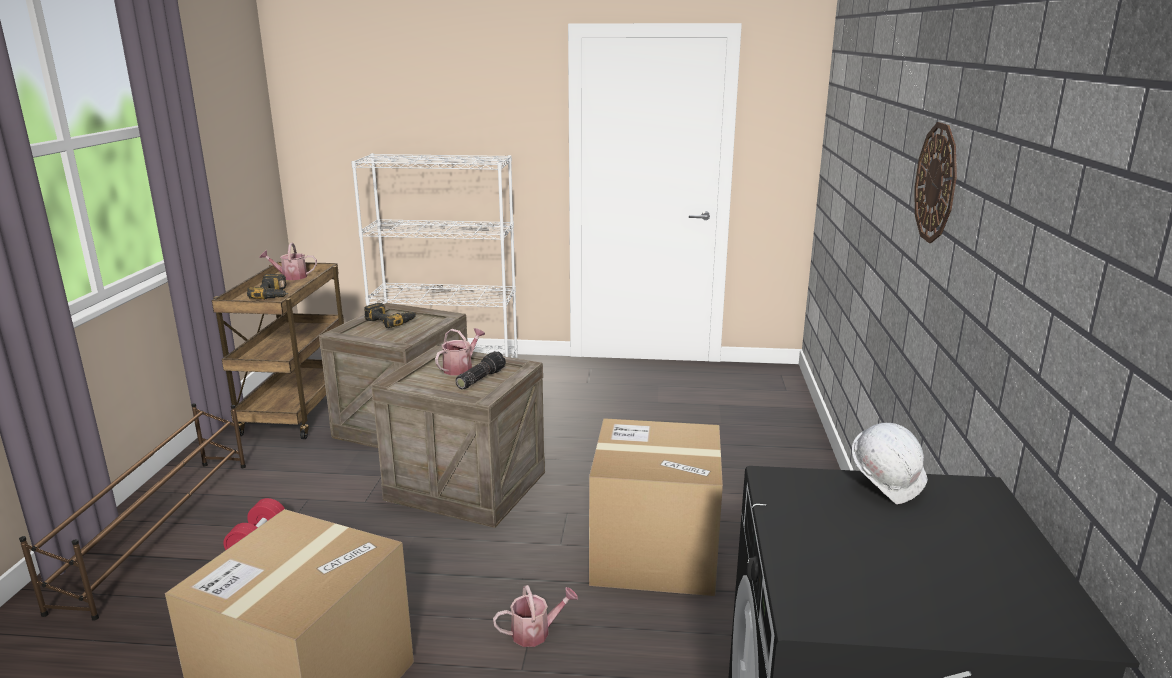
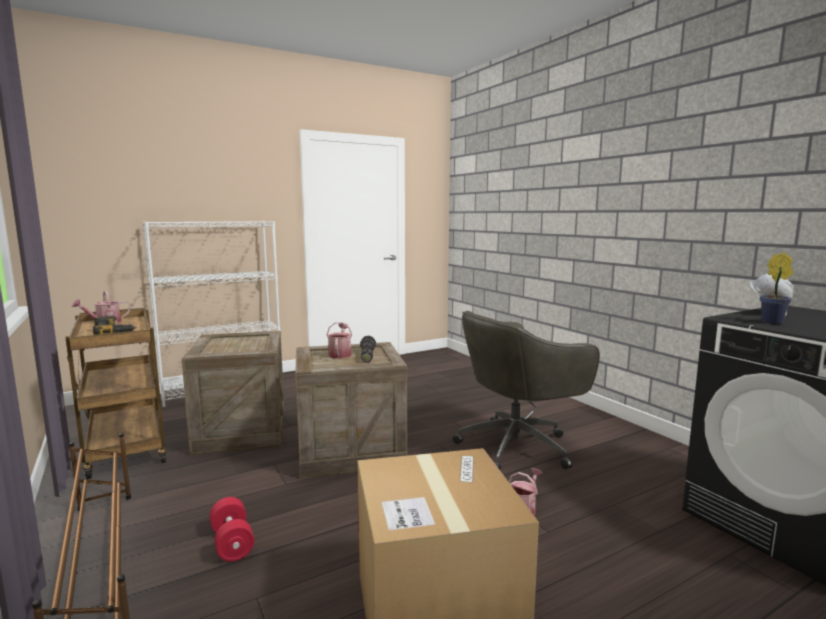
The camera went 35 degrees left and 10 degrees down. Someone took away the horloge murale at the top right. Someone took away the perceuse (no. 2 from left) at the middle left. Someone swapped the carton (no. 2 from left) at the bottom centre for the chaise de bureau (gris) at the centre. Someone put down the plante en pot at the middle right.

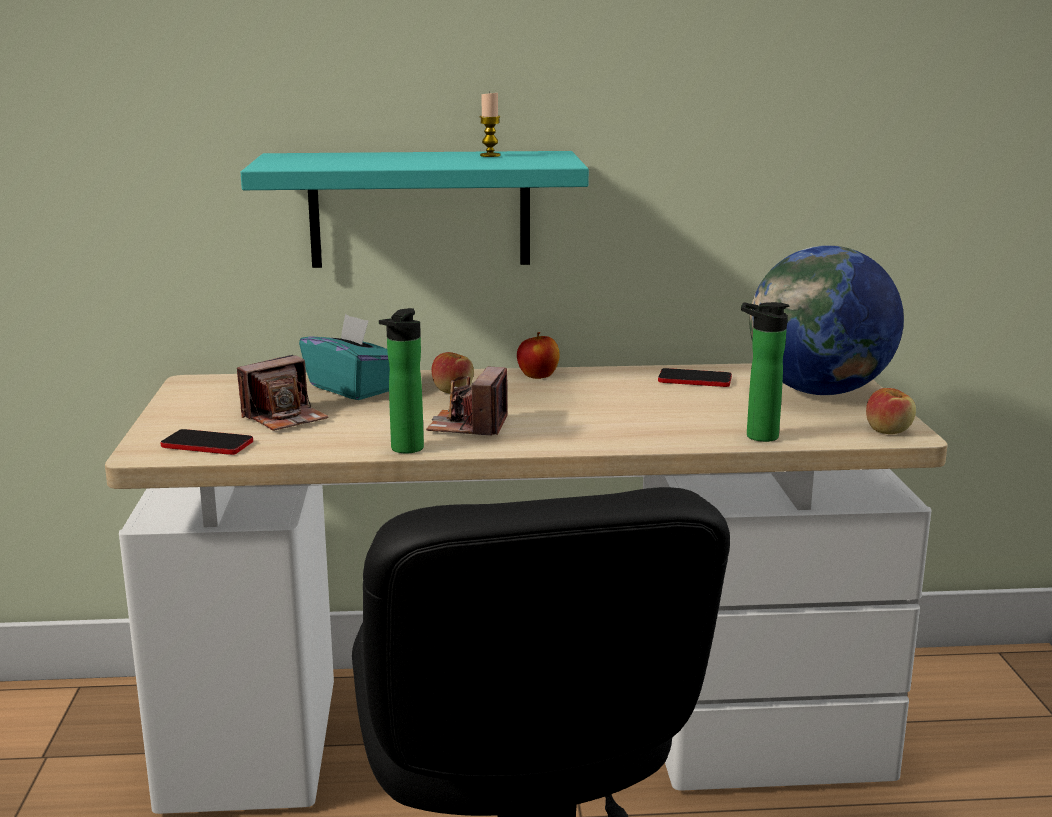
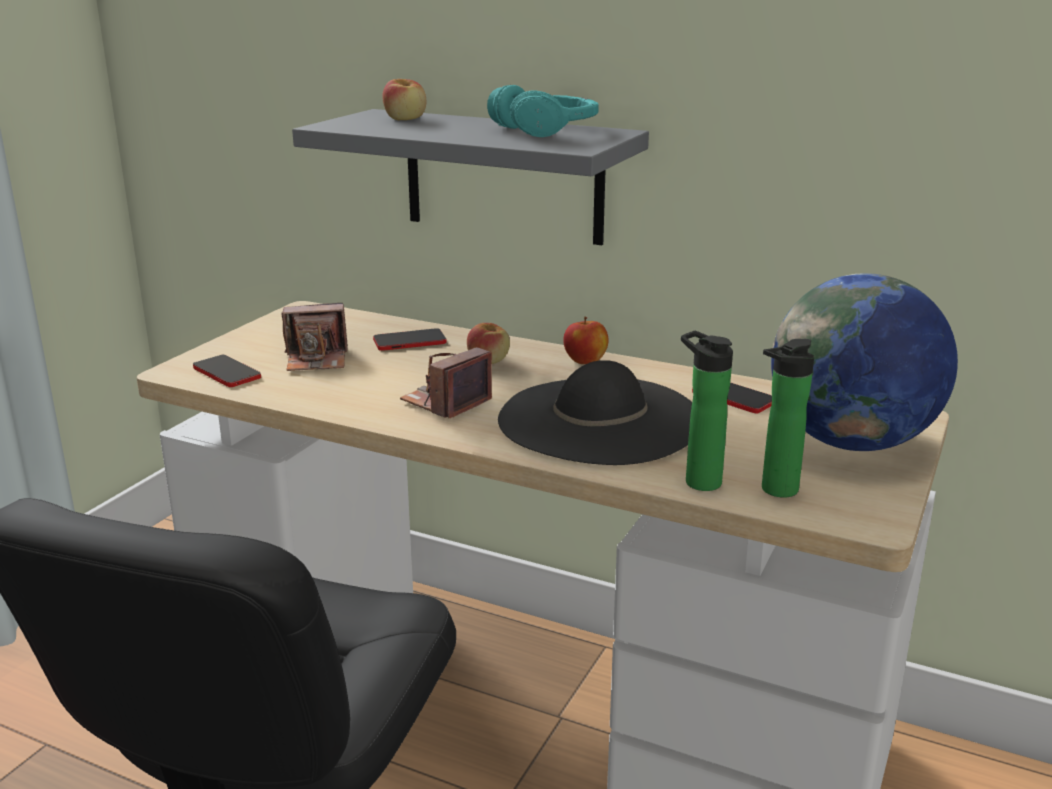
The camera went 30 degrees right and 5 degrees up. Someone swapped the bougie at the top centre for the casque audio (turquoise) at the top centre. Someone repainted the étagère (turquoise) at the top centre, which became the étagère (gris) at the top centre. Someone carried the bouteille (no. 1 from left in the first image) from the centre to the middle right. Someone swapped the boîte à mouchoirs (turquoise) at the middle left for the téléphone (no. 2 from left) at the centre. Someone carried the pomme (no. 3 from left in the first image) from the middle right to the top centre. Someone put down the chapeau (noir) at the centre.

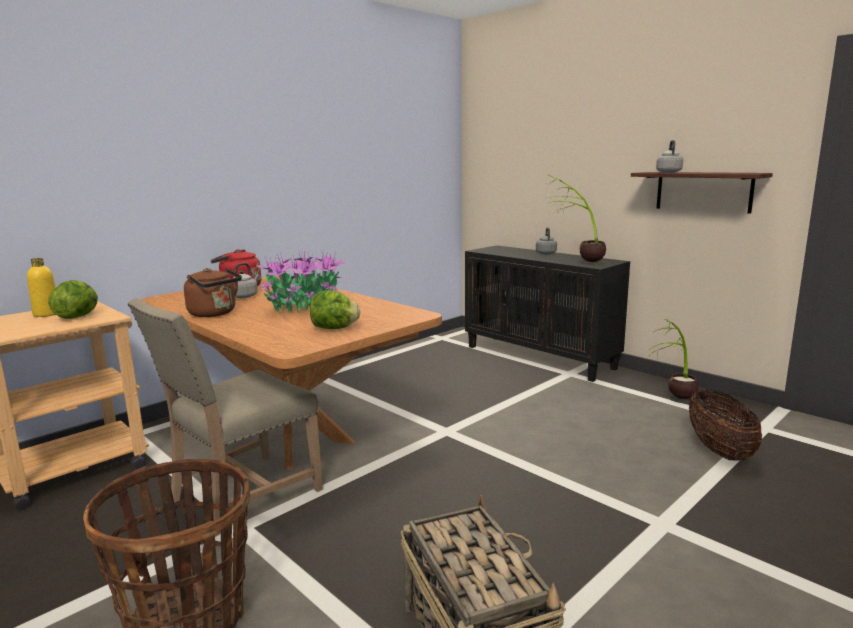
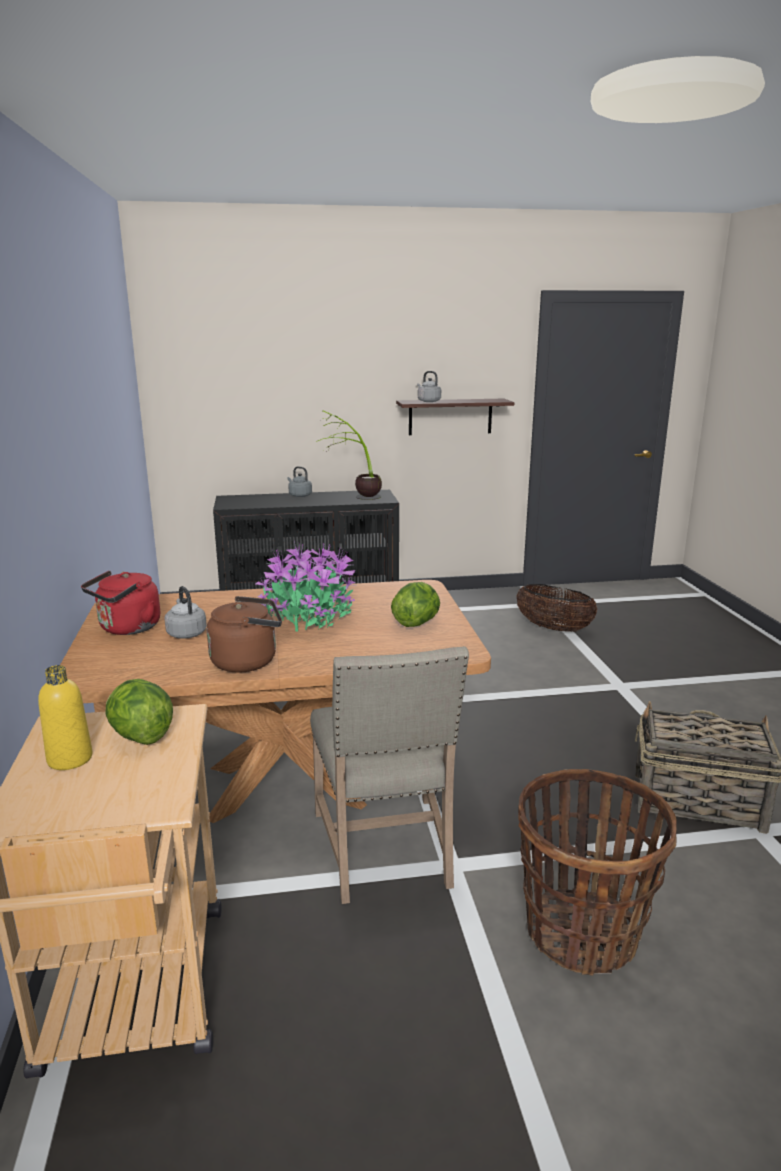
The camera went 55 degrees left and 5 degrees up. Someone took away the plante en pot (no. 3 from left) at the middle right.

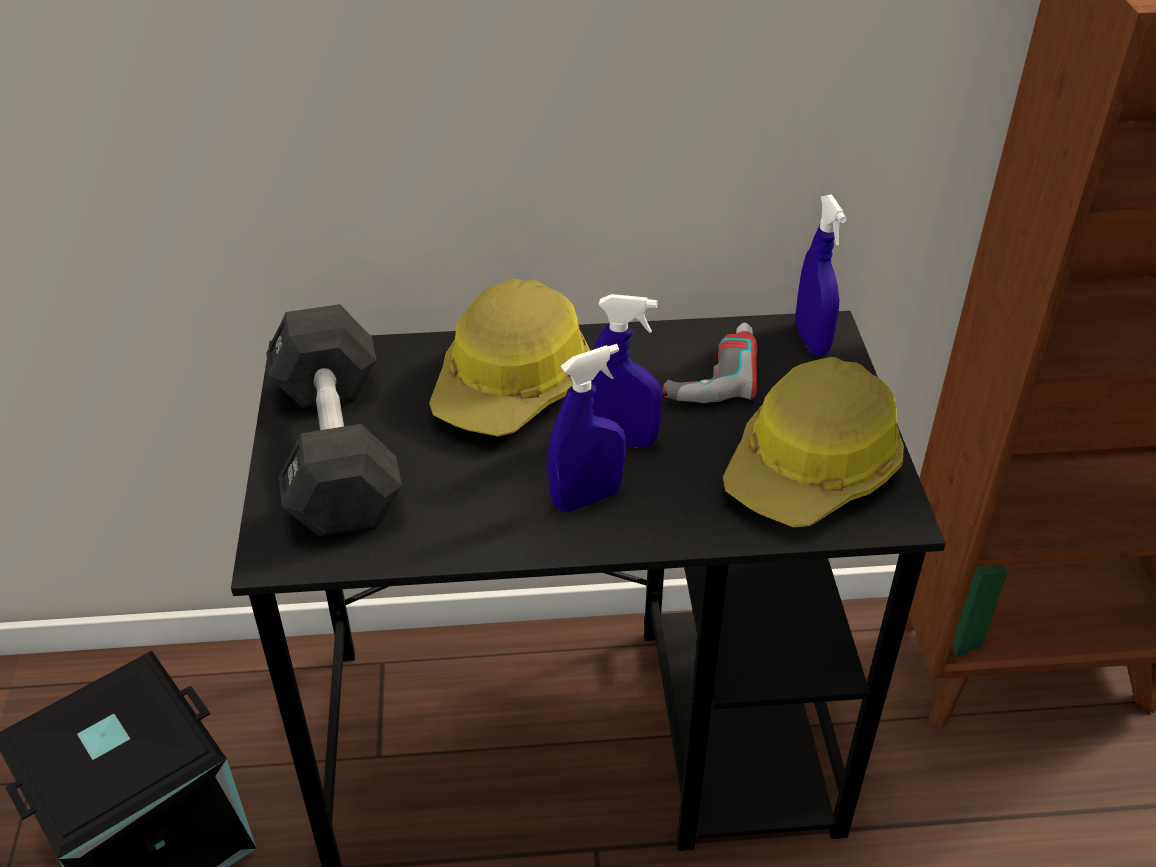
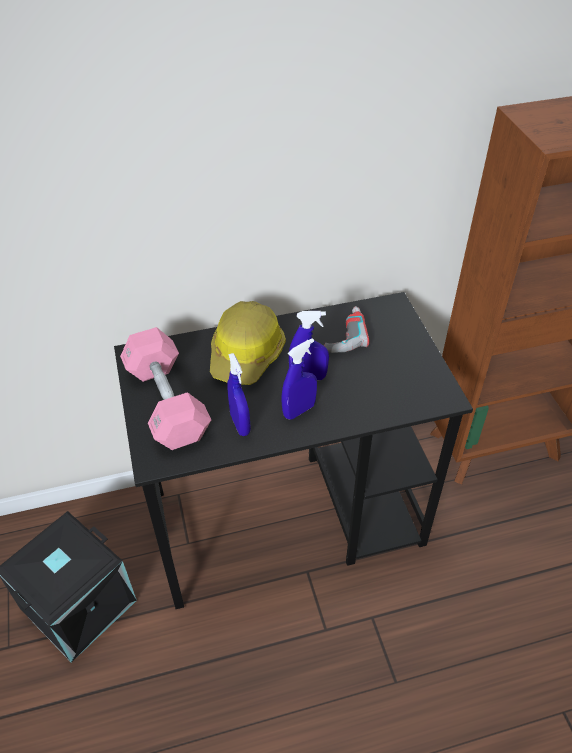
The camera went 10 degrees left and 5 degrees up. Someone carried the vaporisateur (bleu) (no. 3 from left in the first image) from the top right to the centre. Someone repainted the haltère (noir) at the middle left, which became the haltère (rose) at the middle left. Someone took away the casque de chantier (no. 2 from left) at the middle right.

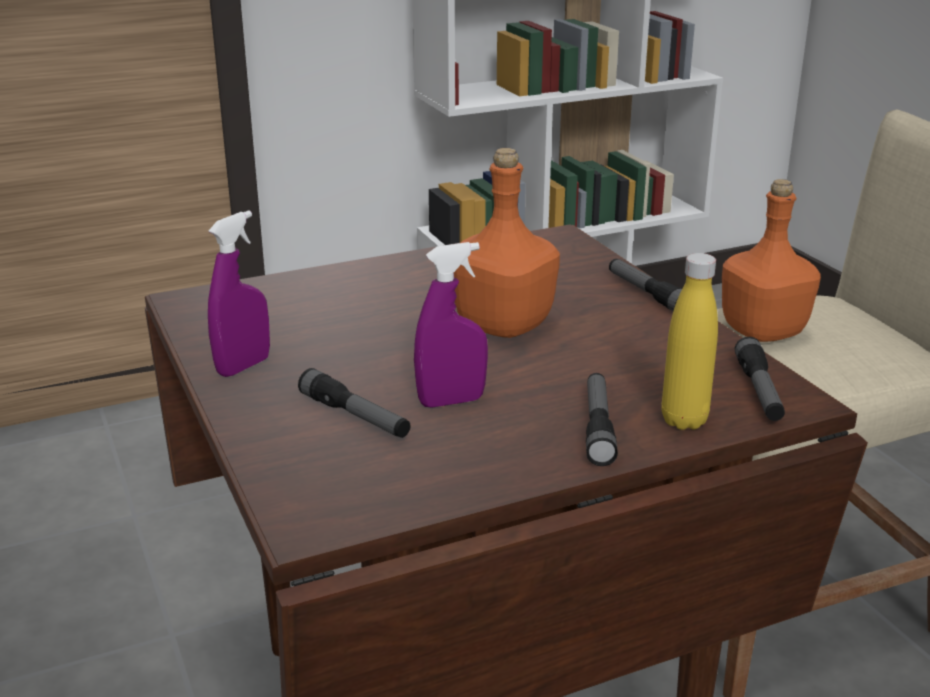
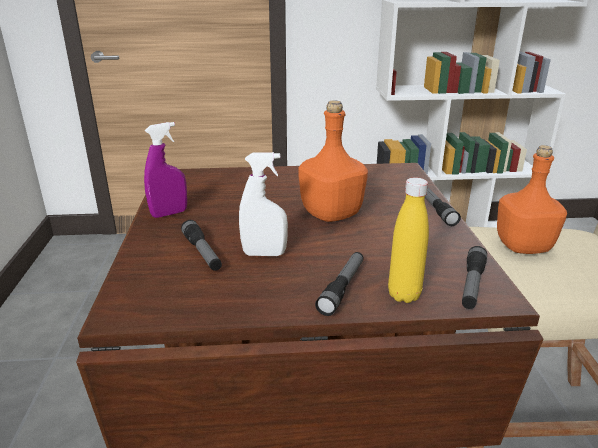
The camera went 20 degrees right and 0 degrees up. Someone repainted the vaporisateur (violet) (no. 2 from left) at the centre, which became the vaporisateur (blanc) at the centre.

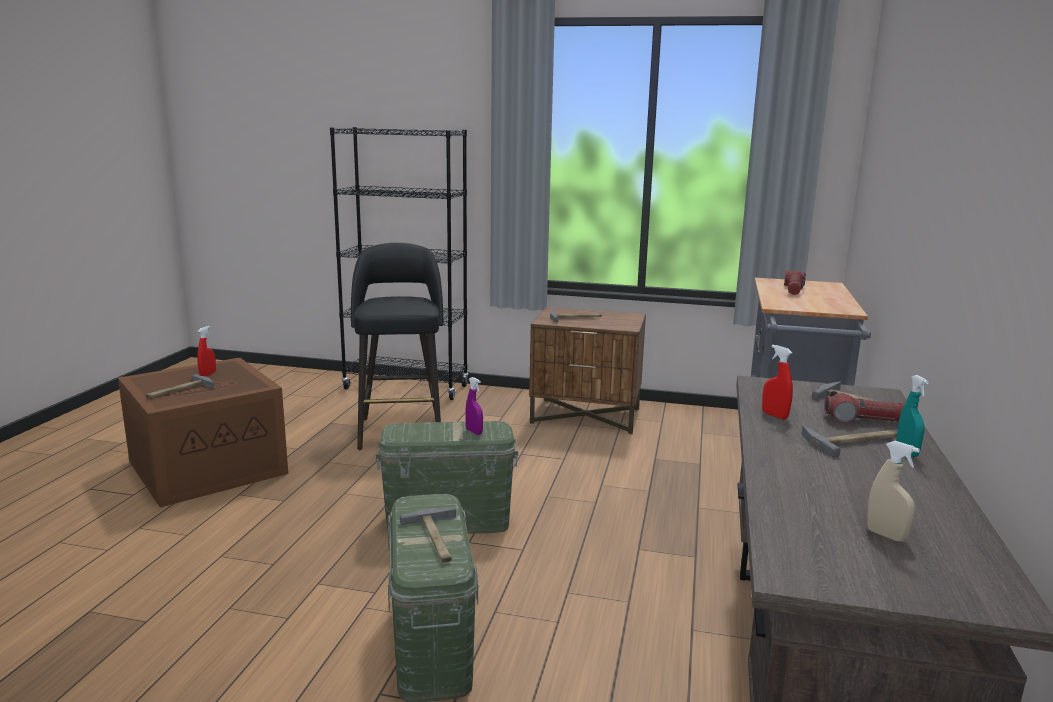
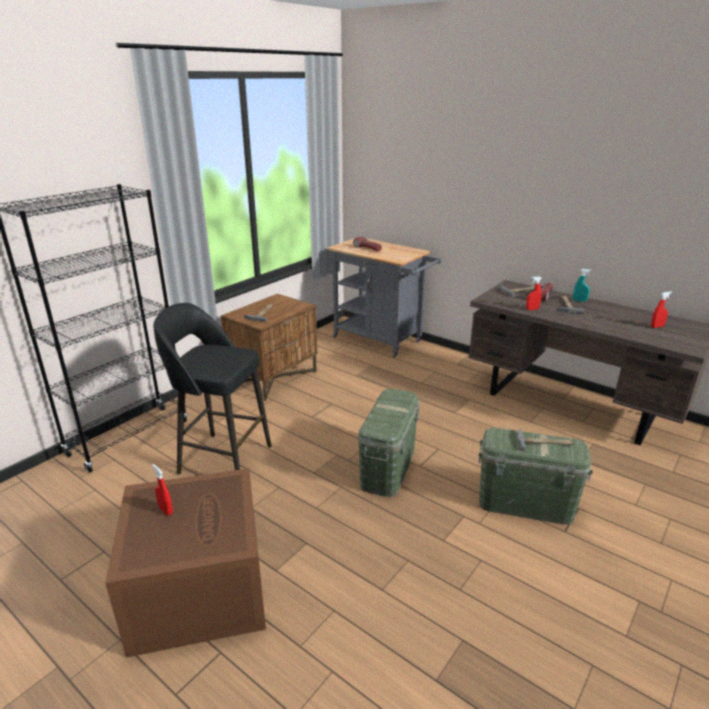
The camera went 65 degrees left and 10 degrees up. Someone took away the marteau (no. 1 from left) at the middle left. Someone took away the vaporisateur (violet) at the centre. Someone repainted the vaporisateur (beige) at the bottom right, which became the vaporisateur (rouge) (no. 3 from left) at the middle right.

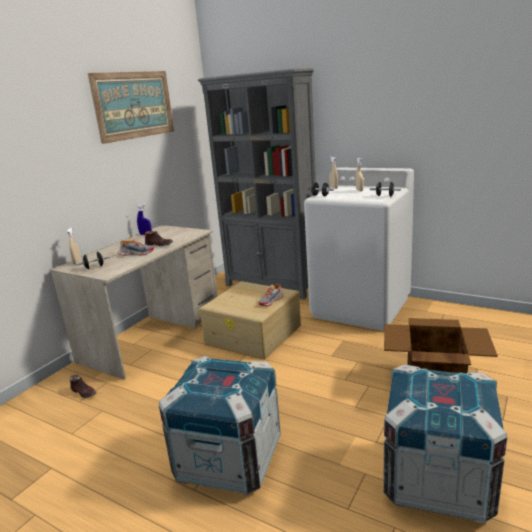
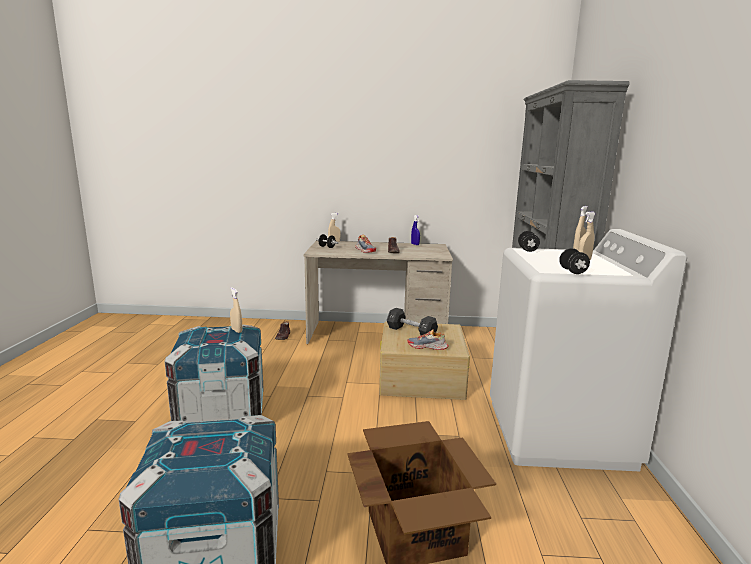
The camera went 60 degrees right and 5 degrees down. Someone took away the tableau at the top left. Someone put down the vaporisateur (beige) (no. 1 from left) at the middle left. Someone put down the haltère (noir) (no. 2 from left) at the centre.

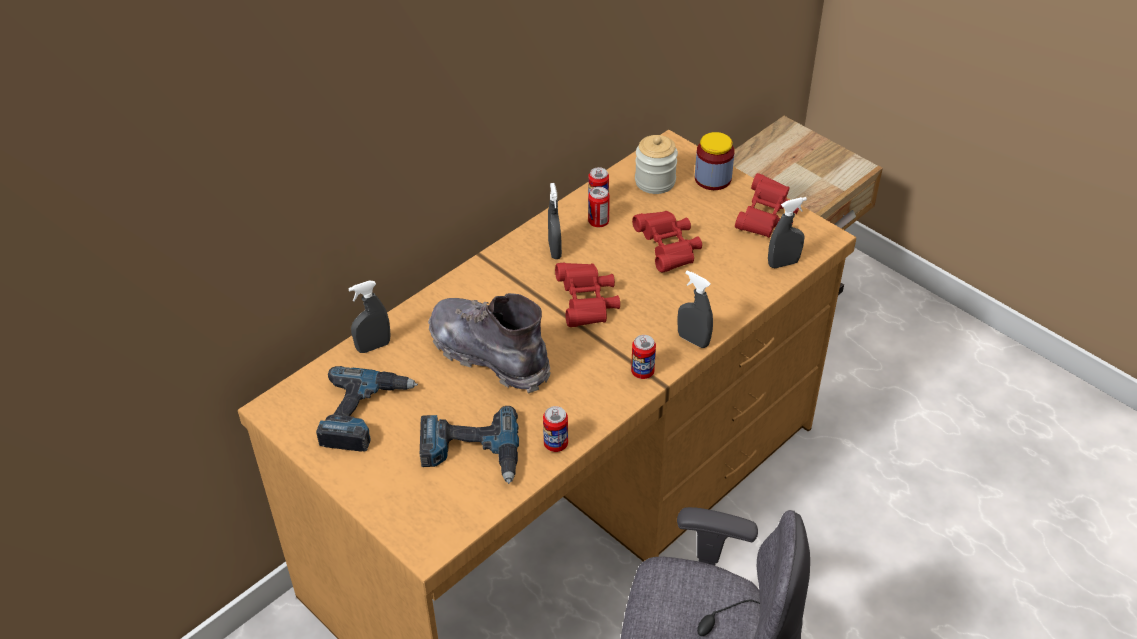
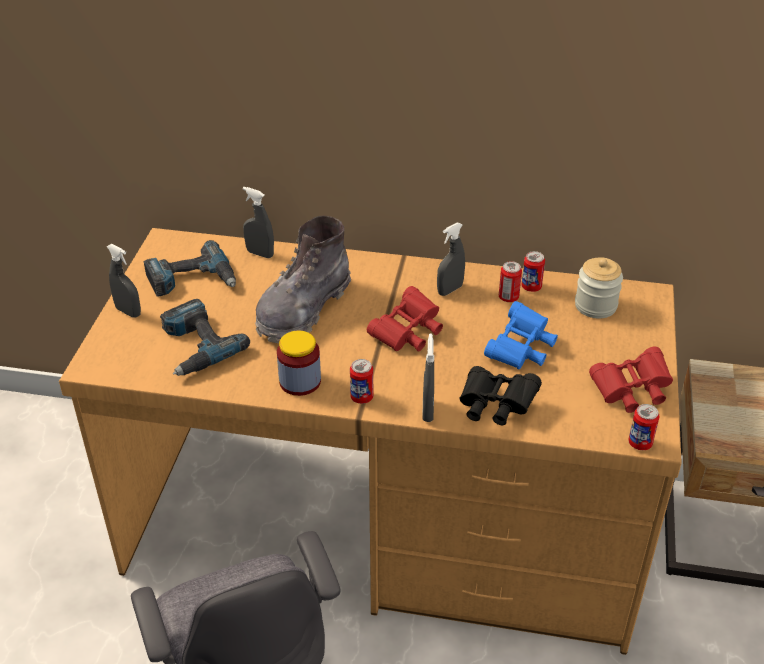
The camera went 55 degrees right and 5 degrees down. Someone carried the bocal (no. 2 from left in the first image) from the top centre to the centre. Someone carried the vaporisateur (gris) (no. 4 from left in the first image) from the middle right to the middle left. Someone repainted the jumelles (rouge) (no. 2 from left) at the centre, which became the jumelles (bleu) at the middle right. Someone rotated the botte (gris) at the centre by 150 degrees counterclockwise. Someone carried the boîte métallique (no. 1 from left in the first image) from the bottom centre to the middle right. Someone put down the jumelles (noir) at the centre.

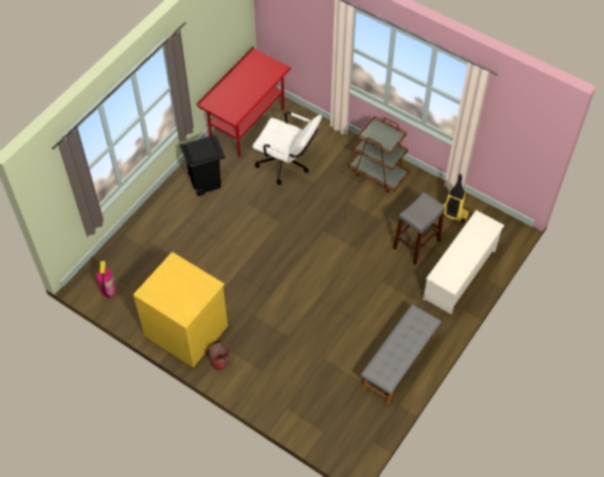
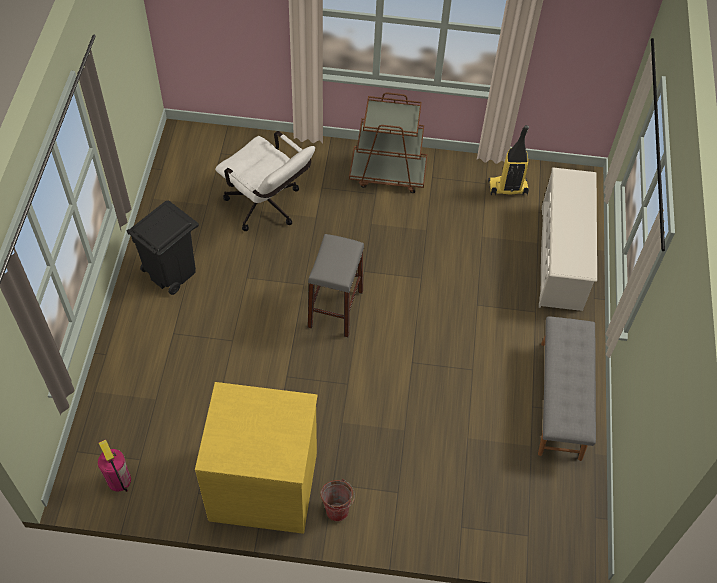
The camera went 30 degrees left and 0 degrees up. Someone took away the bureau (rouge) at the top centre. Someone rotated the chaise de bureau (blanc) at the top centre by 45 degrees clockwise. Someone carried the tabouret (gris) from the middle right to the centre.

